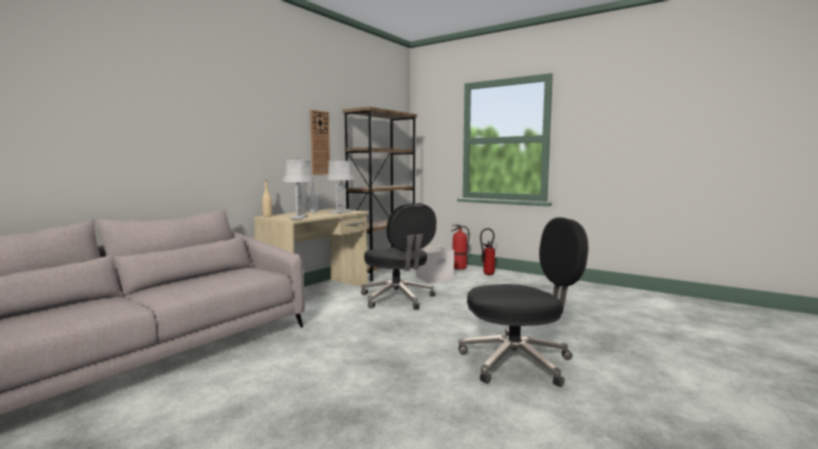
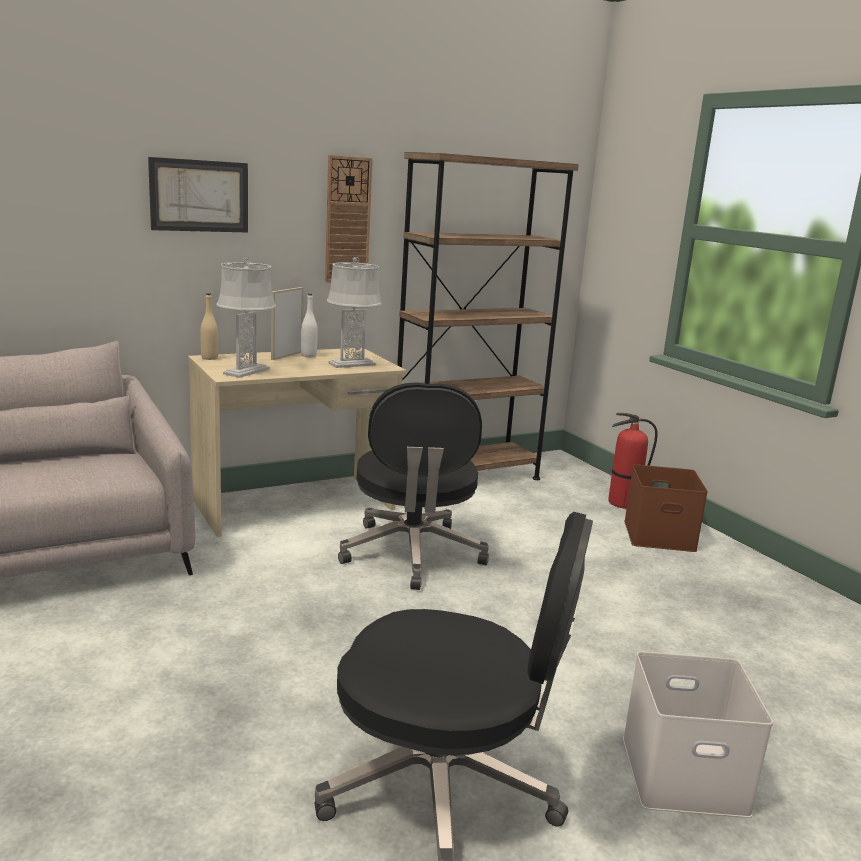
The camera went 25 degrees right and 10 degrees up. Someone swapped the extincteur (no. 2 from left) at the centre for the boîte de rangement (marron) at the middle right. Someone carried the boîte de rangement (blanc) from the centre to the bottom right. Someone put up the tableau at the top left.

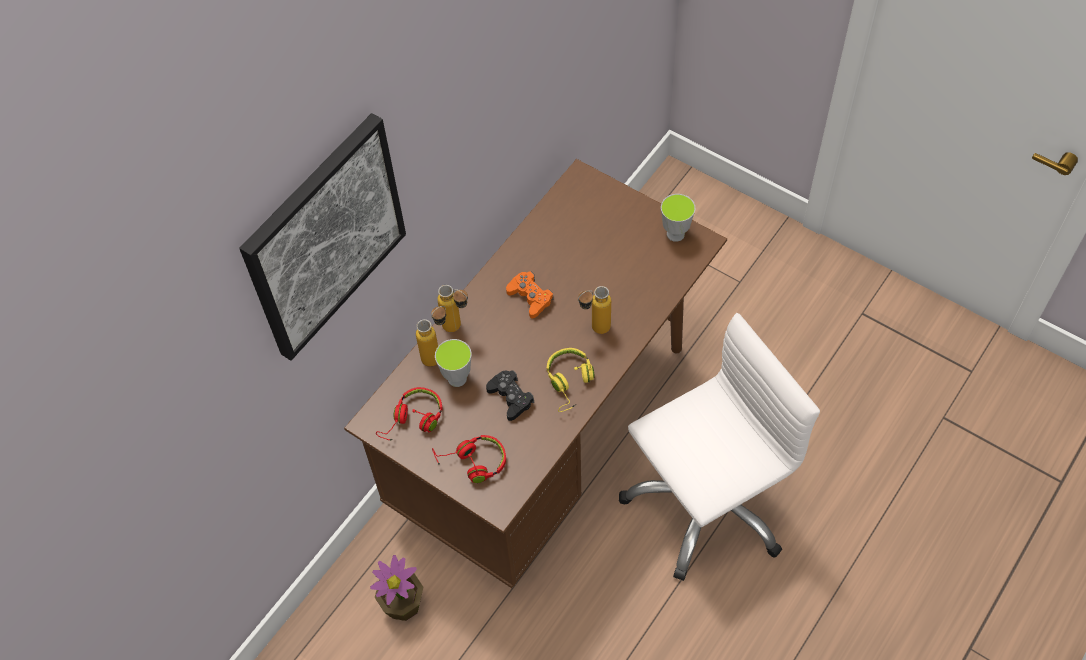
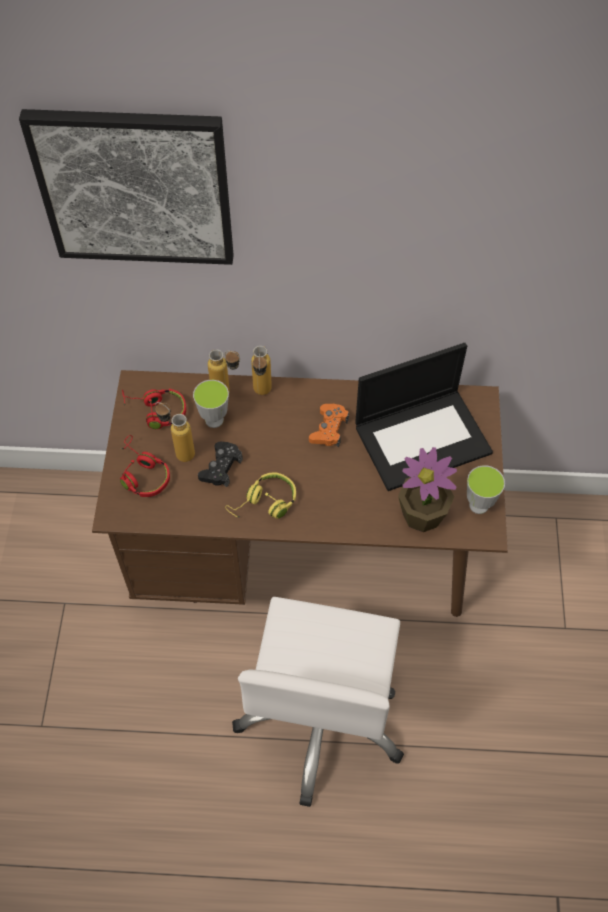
The camera went 55 degrees right and 0 degrees up. Someone carried the bouteille (no. 3 from left in the first image) from the centre to the middle left. Someone rotated the chaise de bureau (blanc) at the bottom centre by 75 degrees clockwise. Someone carried the plante en pot from the bottom centre to the middle right. Someone put down the ordinateur portable at the middle right.

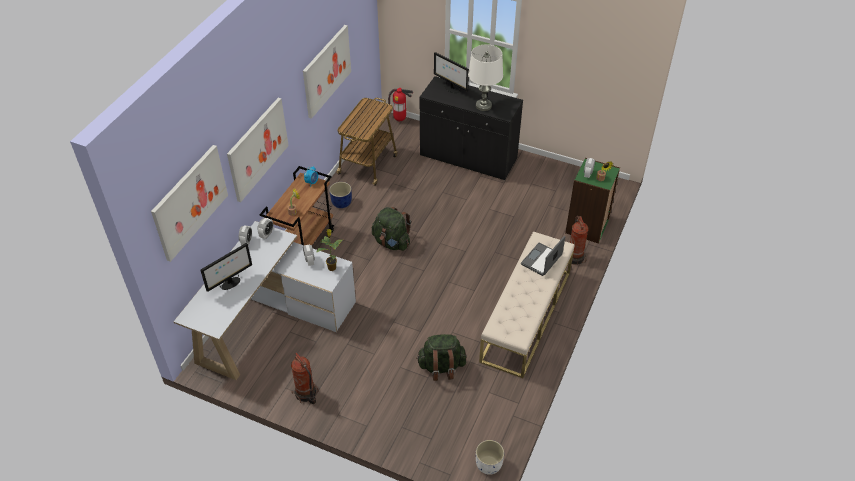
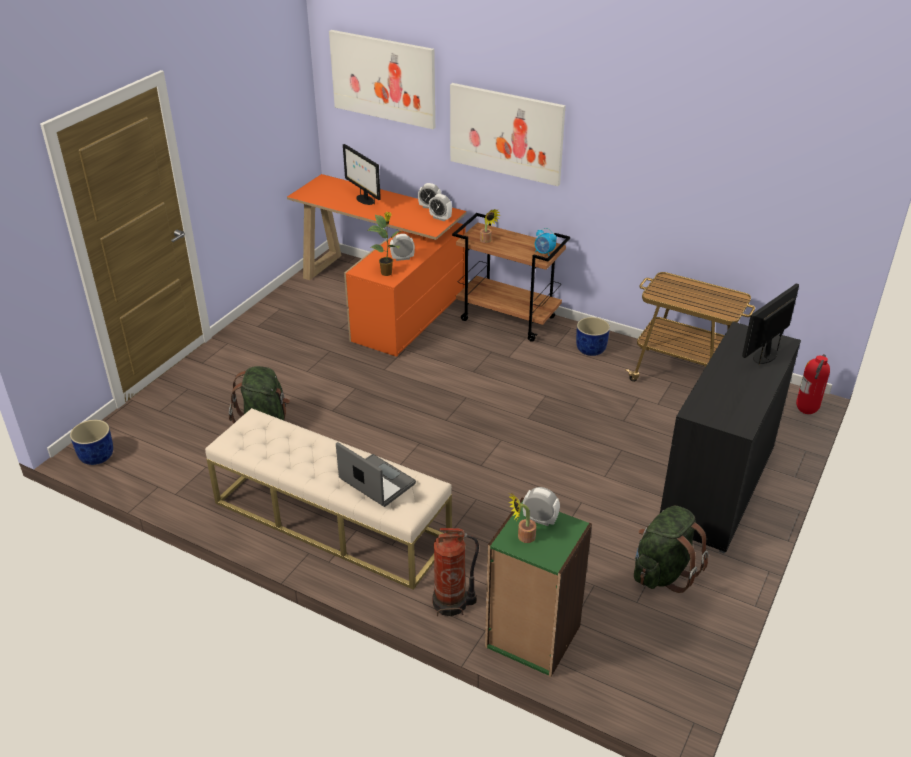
The camera went 95 degrees right and 10 degrees down. Someone took away the tableau (no. 3 from left) at the top centre. Someone took away the lampe de table (blanc) at the top centre. Someone carried the sac à dos (vert) (no. 1 from left in the first image) from the centre to the bottom right. Someone repainted the bureau (blanc) at the middle left, which became the bureau (orange) at the centre. Someone took away the extincteur (no. 1 from left) at the bottom centre. Someone repainted the cache-pot (blanc) at the bottom centre, which became the cache-pot (bleu) (no. 1 from left) at the middle left.

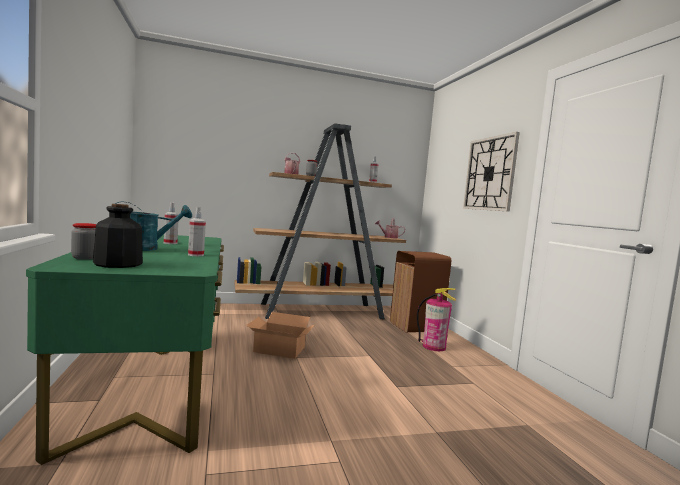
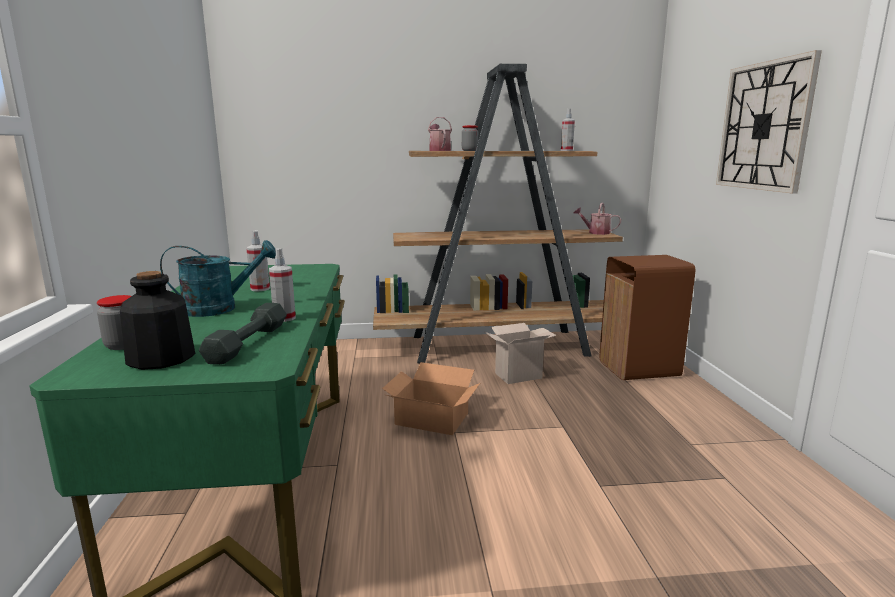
The camera went 10 degrees right and 10 degrees up. Someone took away the extincteur at the centre. Someone put down the haltère (gris) at the middle left. Someone put down the carton (no. 2 from left) at the centre.

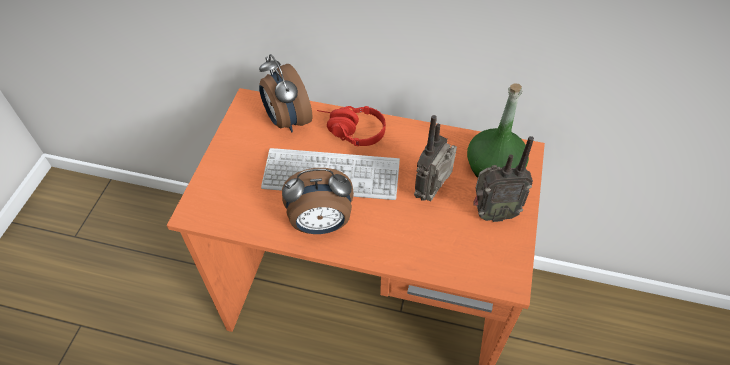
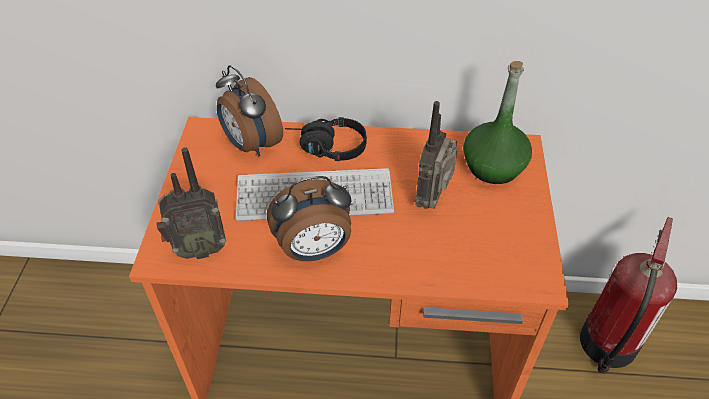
The camera went 10 degrees left and 5 degrees down. Someone repainted the casque audio (rouge) at the centre, which became the casque audio (noir) at the centre. Someone carried the radio (no. 2 from left in the first image) from the middle right to the middle left. Someone put down the extincteur at the bottom right.

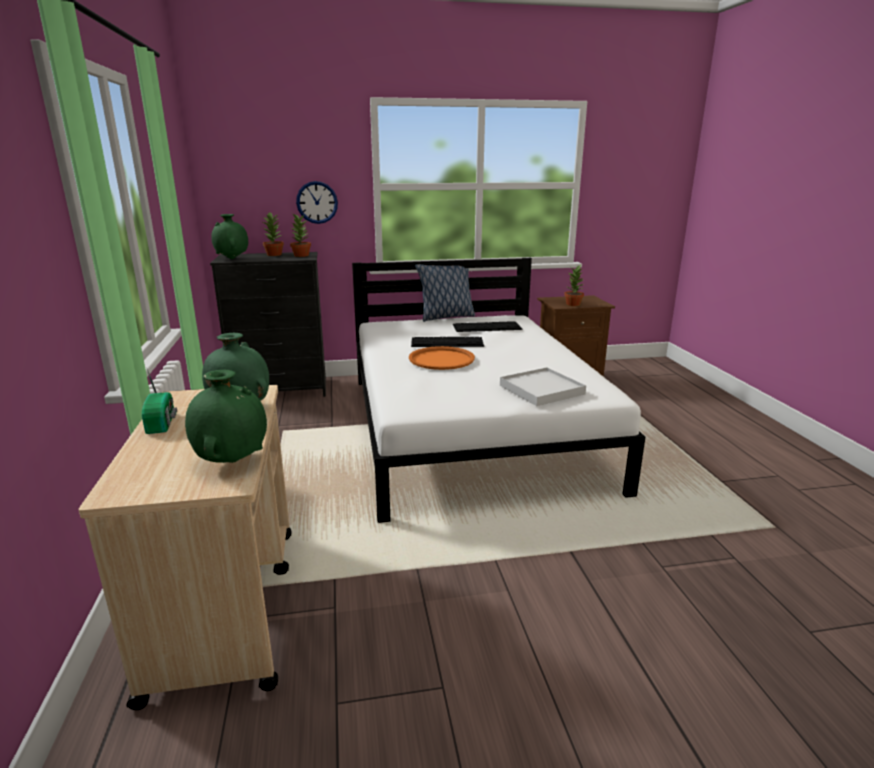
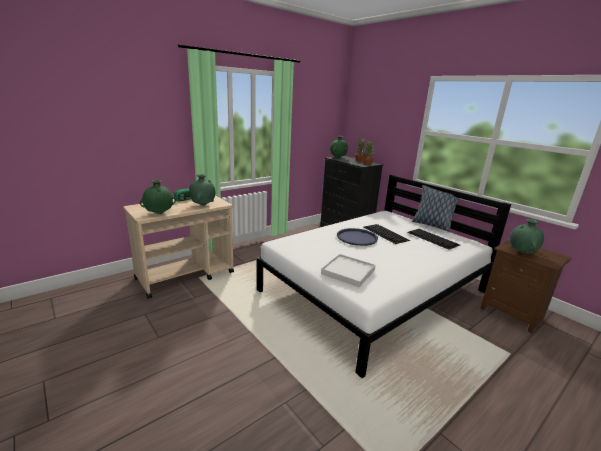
The camera went 60 degrees right and 0 degrees up. Someone took away the horloge murale at the top centre. Someone swapped the plante en pot (no. 3 from left) at the centre for the vase (vert) (no. 4 from left) at the middle right. Someone repainted the plateau (orange) at the centre, which became the plateau (bleu) at the centre.

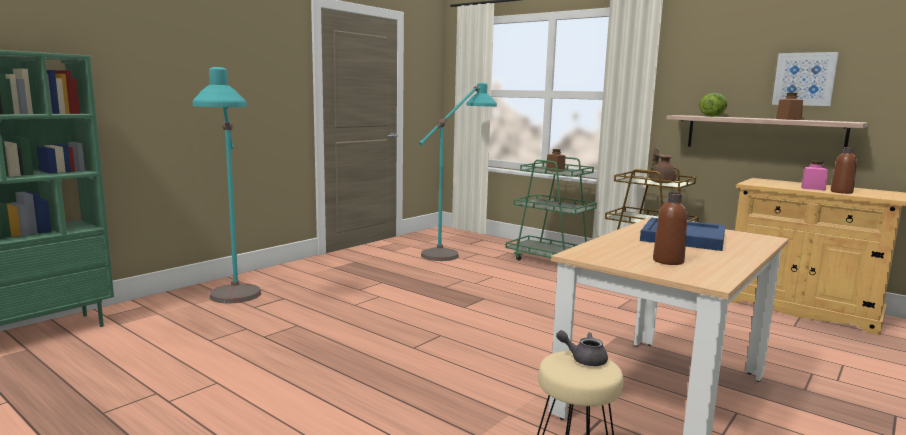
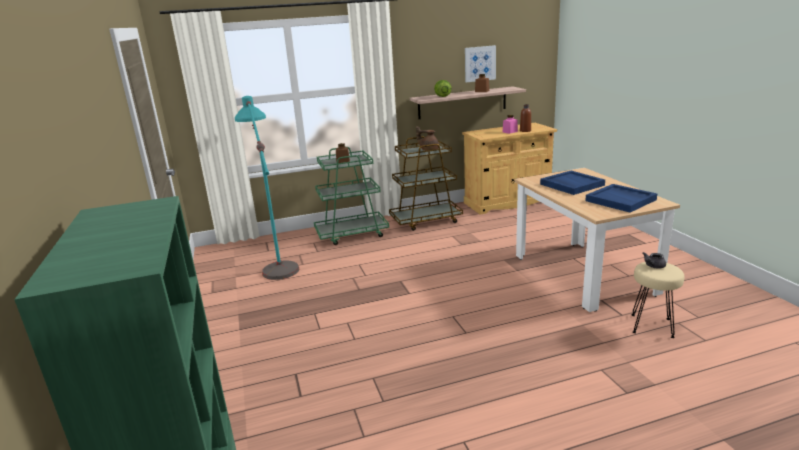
The camera went 55 degrees left and 10 degrees up. Someone took away the lampadaire (turquoise) (no. 1 from left) at the middle left. Someone swapped the bouteille (marron) (no. 1 from left) at the middle right for the plateau (bleu) (no. 2 from left) at the middle right.

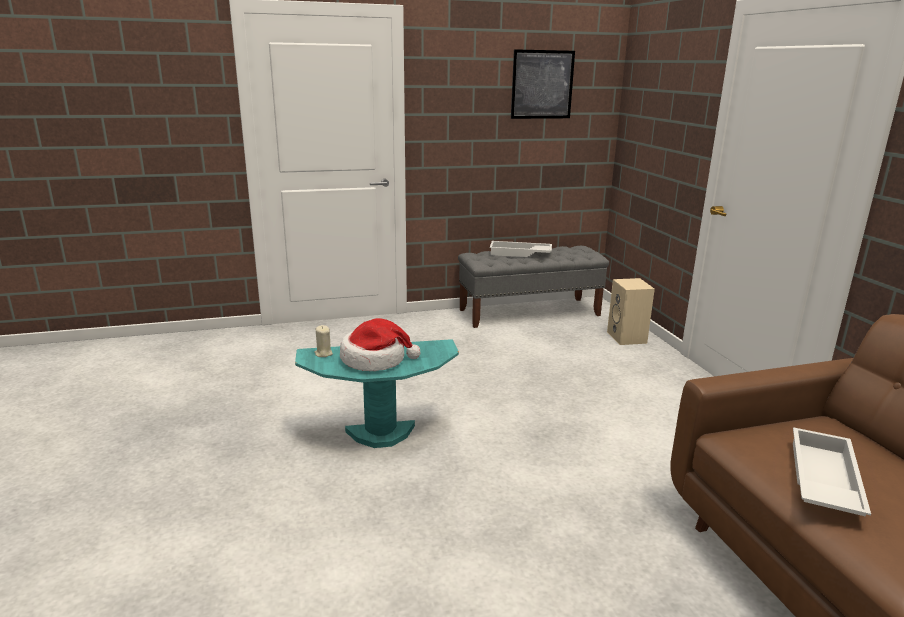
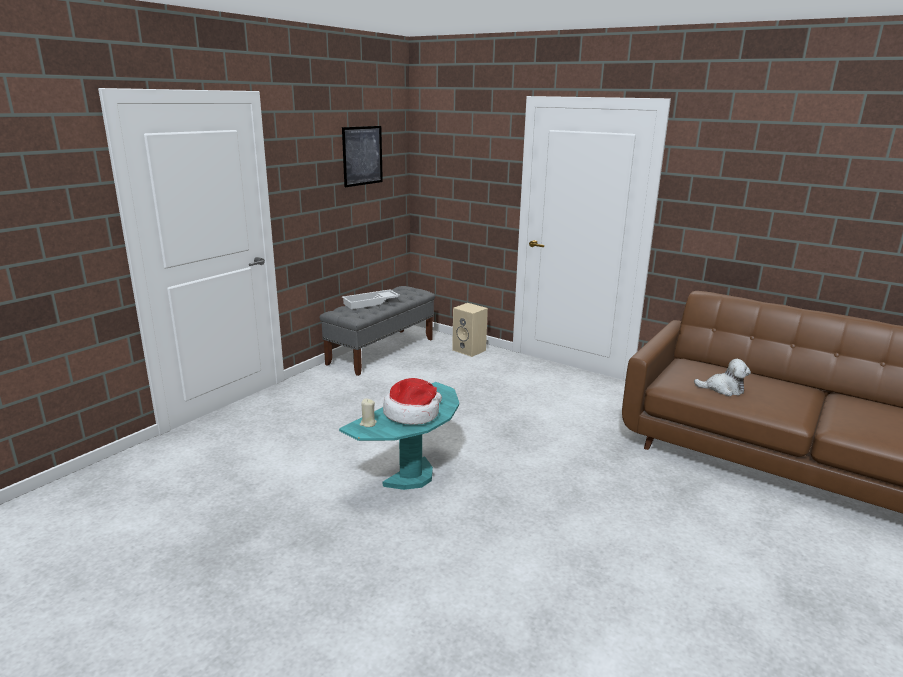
The camera went 40 degrees left and 0 degrees up. Someone swapped the plateau (blanc) (no. 2 from left) at the bottom right for the peluche at the middle right.

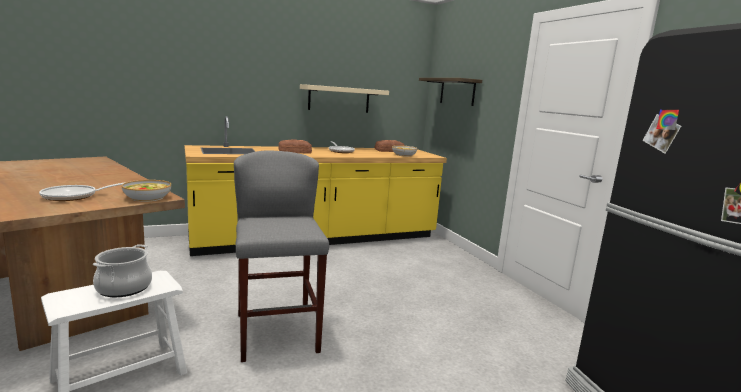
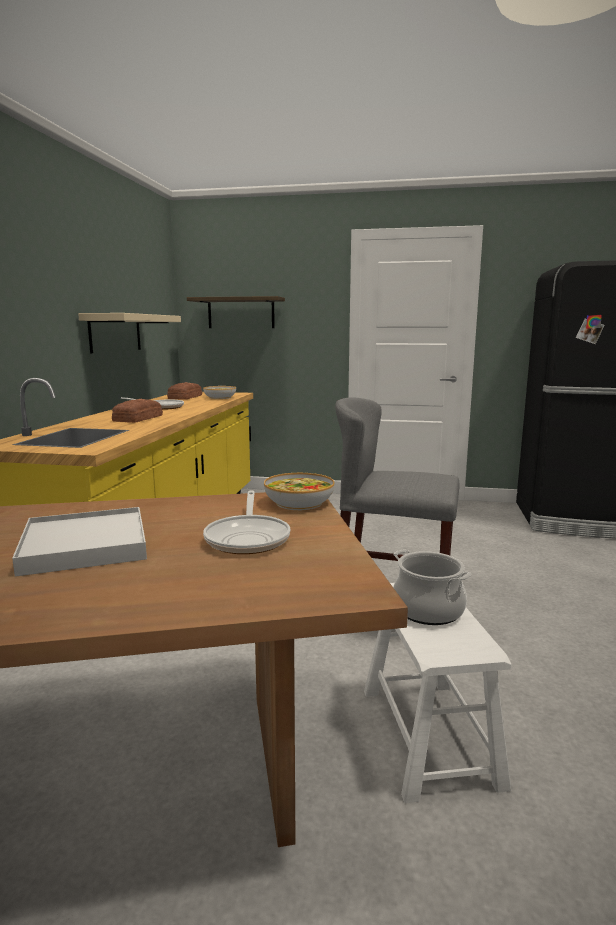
The camera went 55 degrees left and 0 degrees up. Someone put down the plateau (blanc) at the middle left.

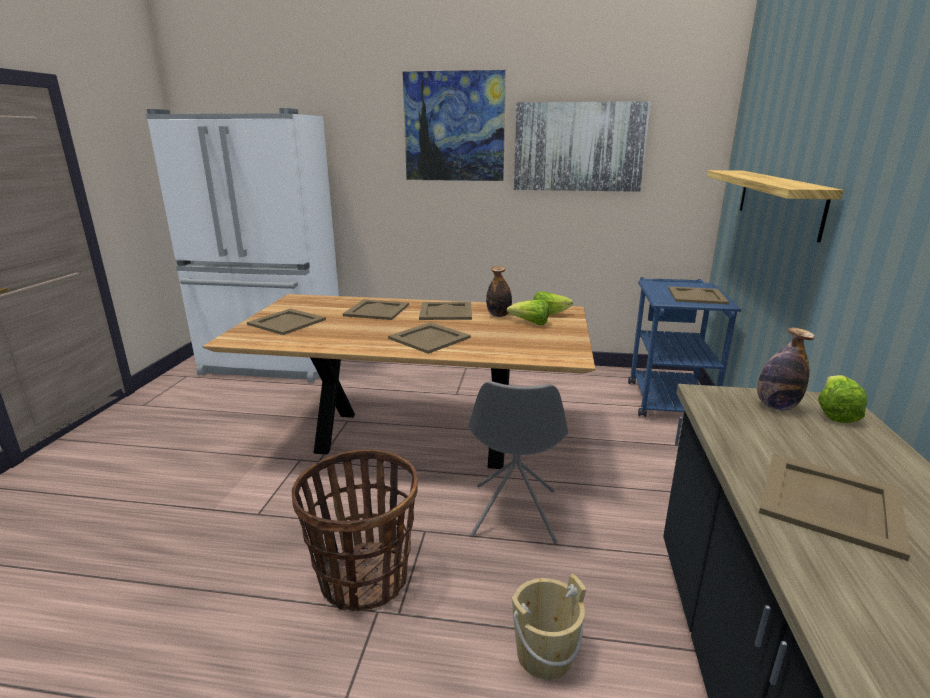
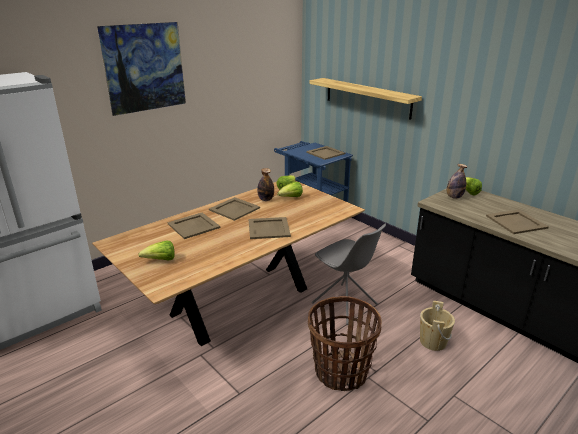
The camera went 50 degrees left and 5 degrees up. Someone took away the tableau (no. 2 from left) at the top centre. Someone swapped the plateau (beige) (no. 1 from left) at the middle left for the laitue (no. 1 from left) at the middle left.

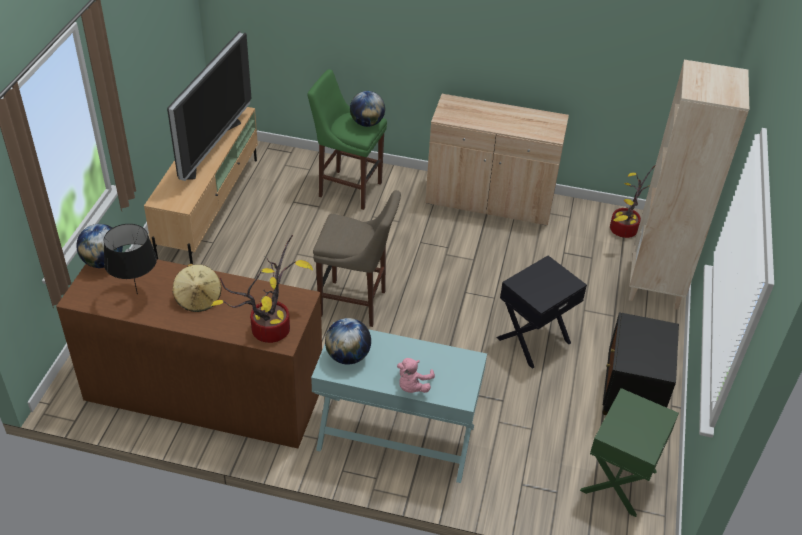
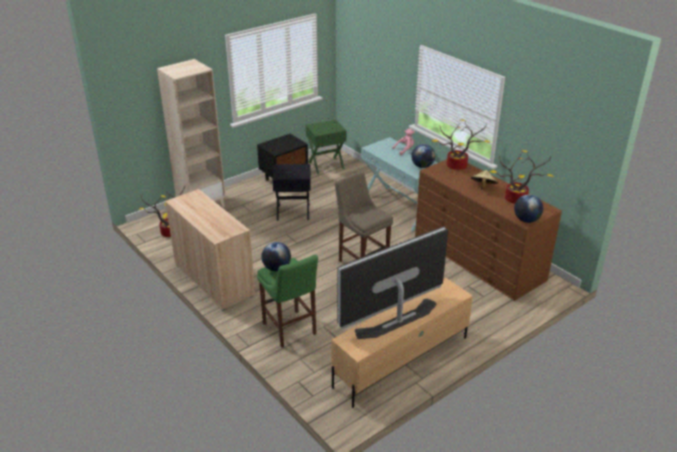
The camera went 140 degrees left and 10 degrees down. Someone swapped the lampe de table (noir) at the middle left for the plante en pot (no. 3 from left) at the middle right.

